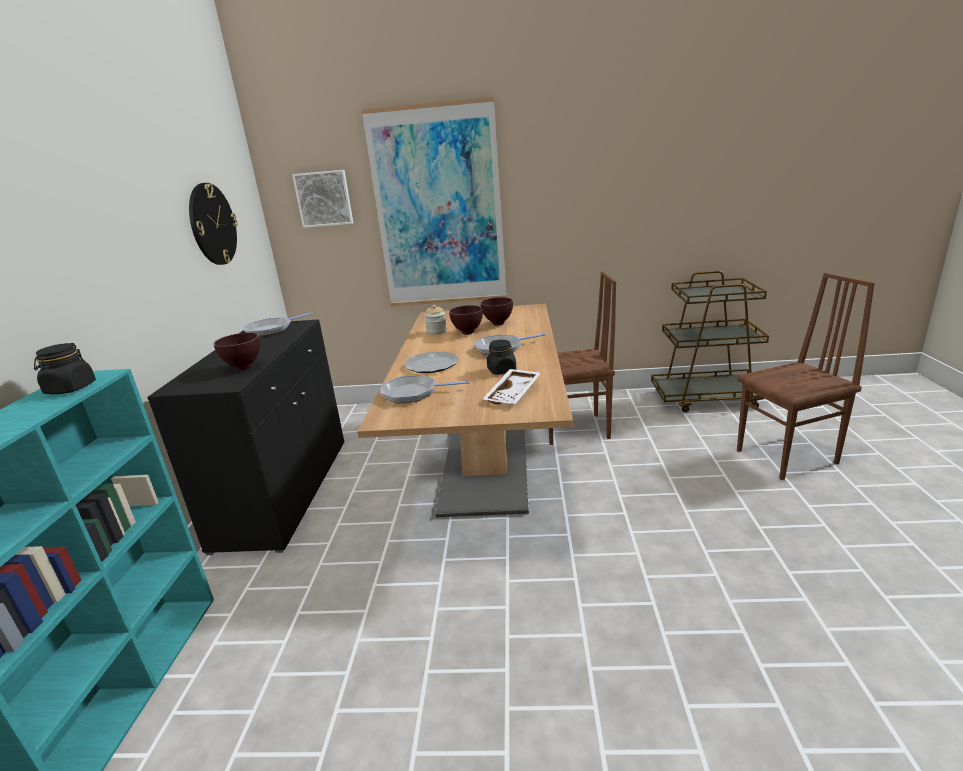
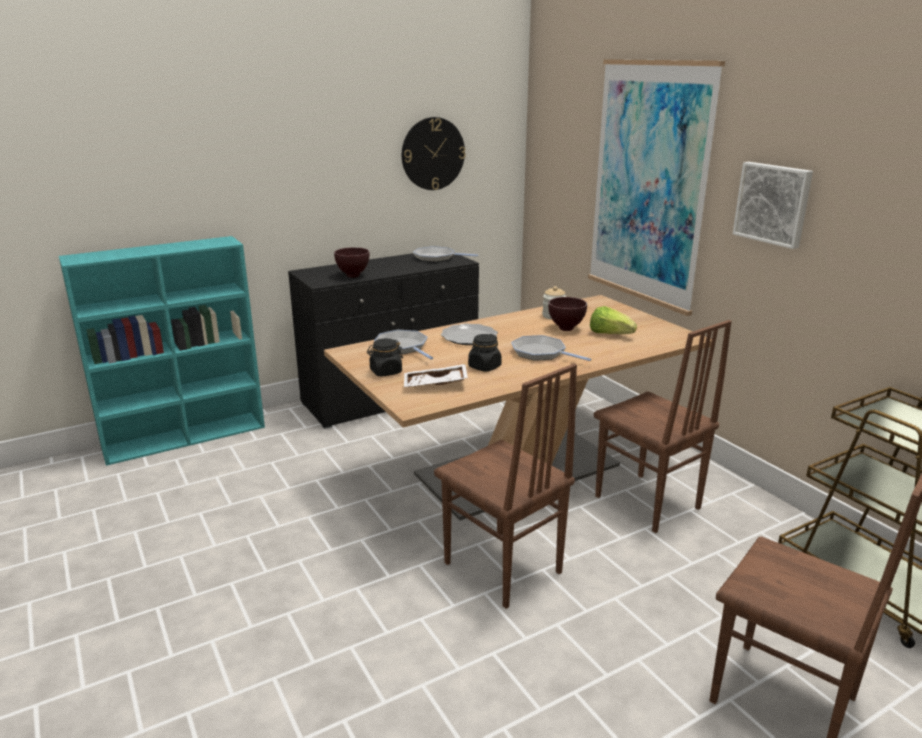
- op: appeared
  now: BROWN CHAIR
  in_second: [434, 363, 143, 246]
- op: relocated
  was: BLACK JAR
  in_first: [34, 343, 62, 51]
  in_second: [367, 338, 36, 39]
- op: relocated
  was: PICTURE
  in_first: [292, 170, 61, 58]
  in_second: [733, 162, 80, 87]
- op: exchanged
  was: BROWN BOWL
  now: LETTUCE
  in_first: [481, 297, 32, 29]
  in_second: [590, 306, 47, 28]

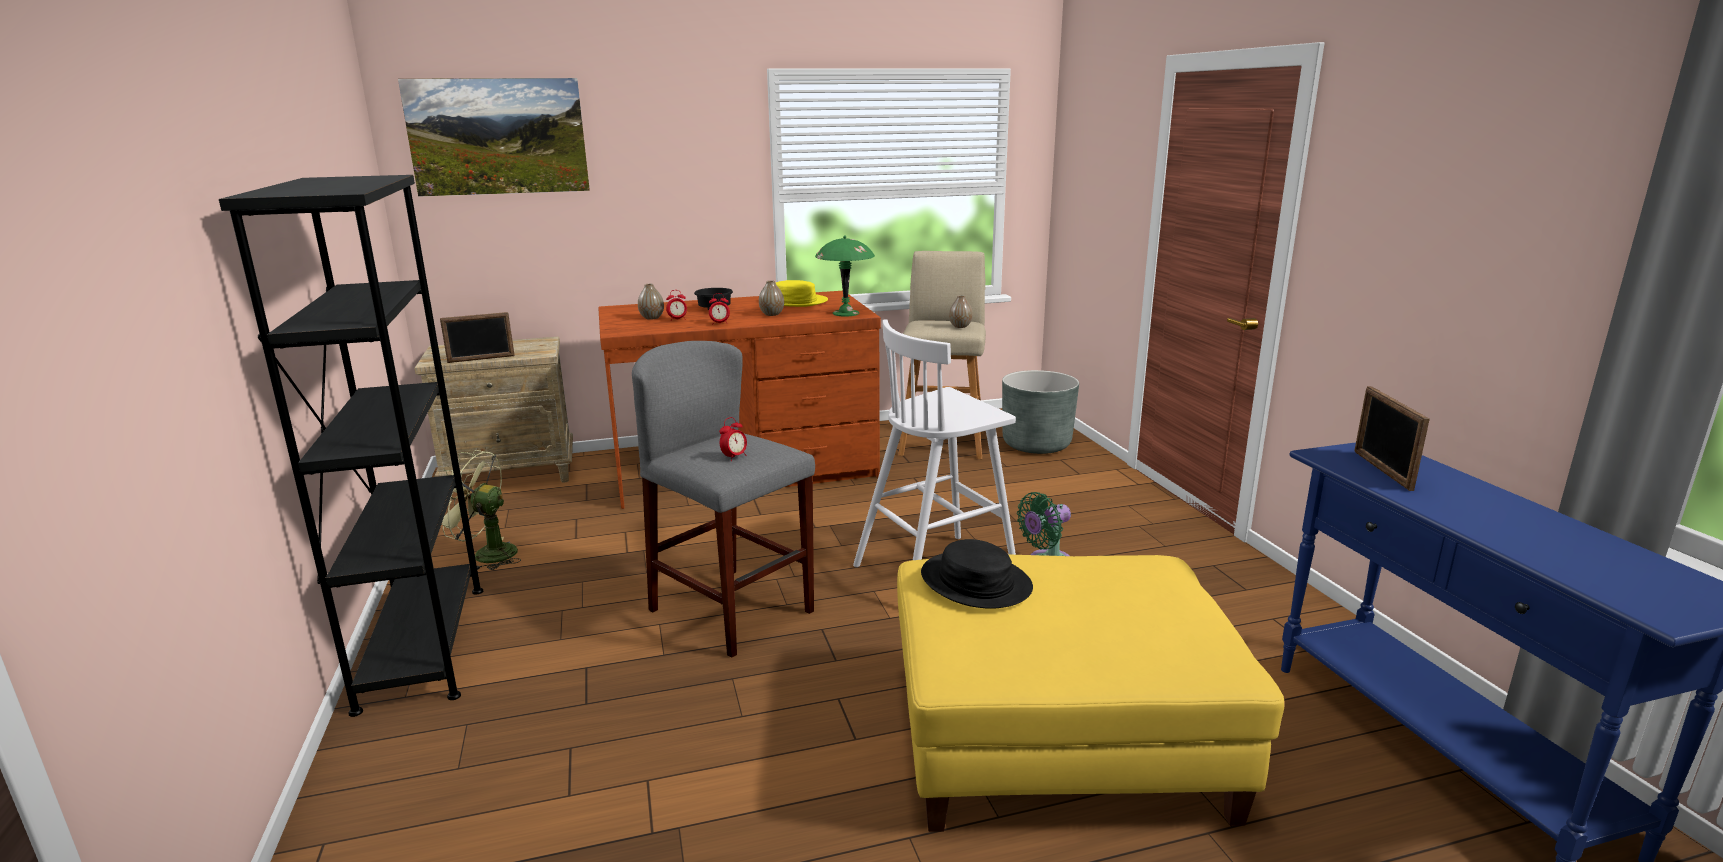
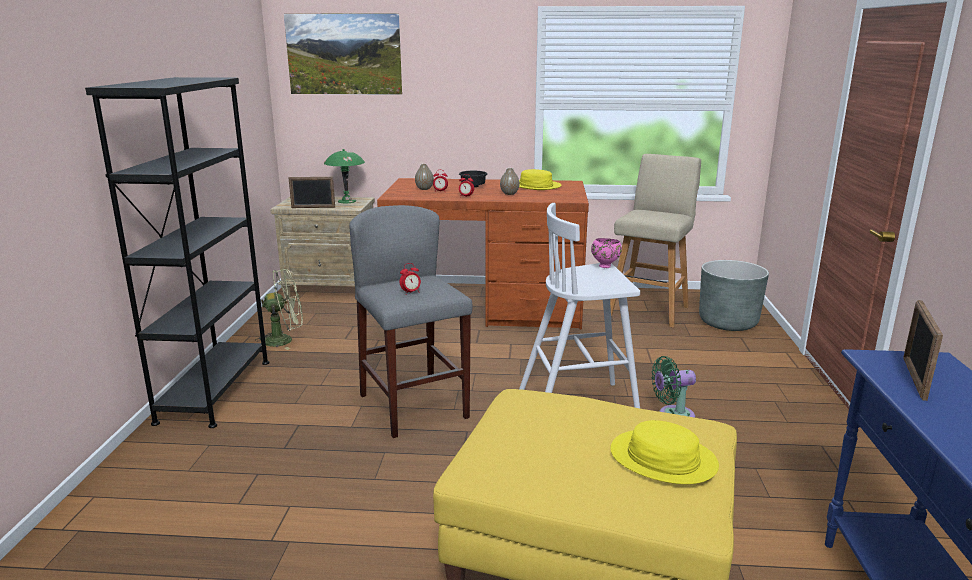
- op: missing
  was: BLACK HAT
  in_first: [921, 539, 112, 70]
- op: missing
  was: VASE
  in_first: [949, 295, 24, 33]
- op: appeared
  now: PINK BOWL
  in_second: [591, 238, 31, 30]
- op: appeared
  now: YELLOW HAT
  in_second: [610, 420, 109, 64]
- op: relocated
  was: GREEN TABLE LAMP
  in_first: [815, 235, 60, 82]
  in_second: [324, 149, 41, 54]
- op: spun
  was: GREEN FAN
  in_first: [441, 450, 80, 120]
  in_second: [255, 269, 48, 81]
  clockwise: 135

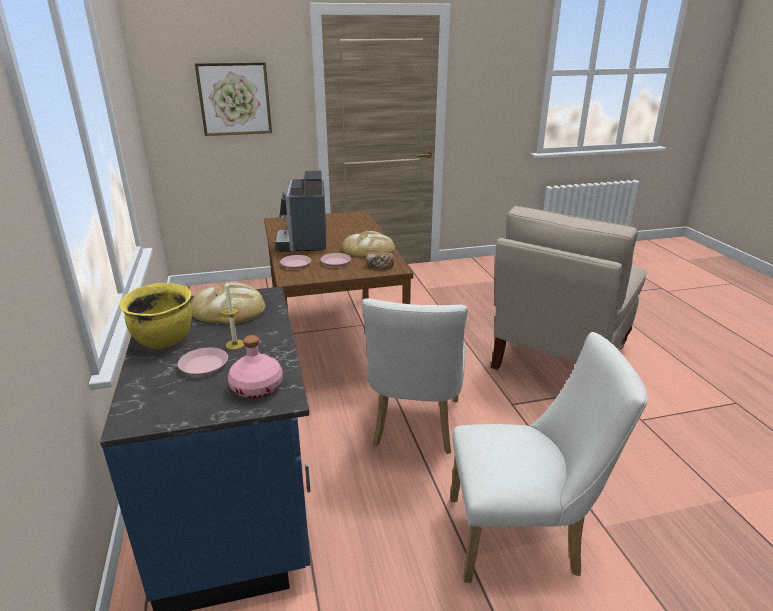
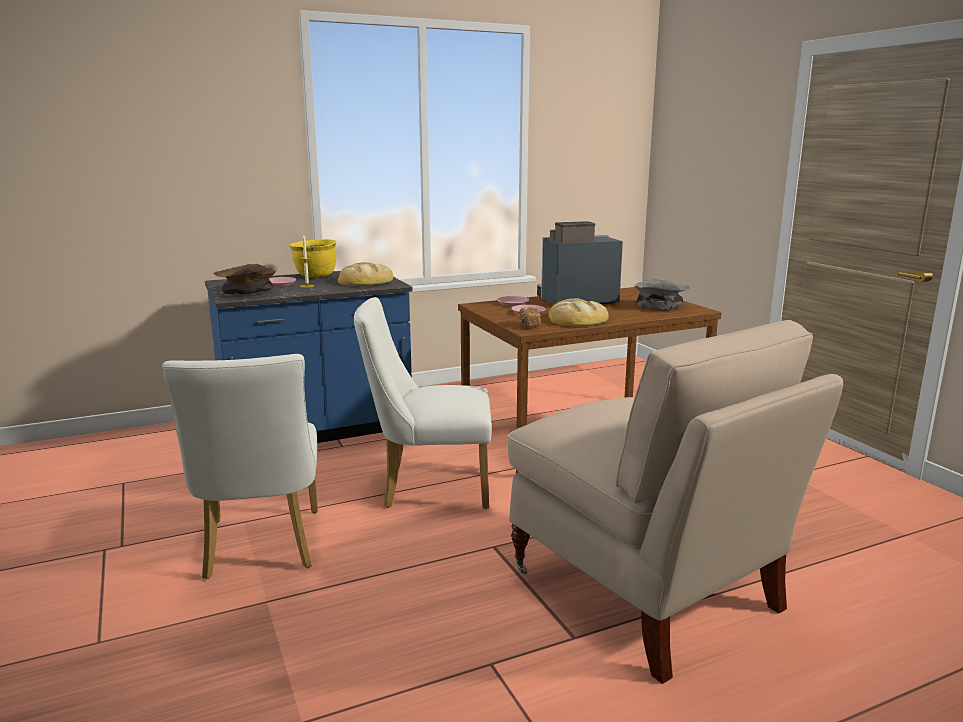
- op: missing
  was: PICTURE
  in_first: [195, 62, 77, 74]
- op: appeared
  now: GREY BOWL
  in_second: [634, 278, 56, 33]
- op: exchanged
  was: PINK BOTTLE
  now: BROWN BOWL
  in_first: [228, 335, 55, 63]
  in_second: [214, 264, 63, 30]
- op: spun
  was: BEIGE CHAIR
  in_first: [491, 206, 156, 164]
  in_second: [507, 320, 336, 364]
  clockwise: -150

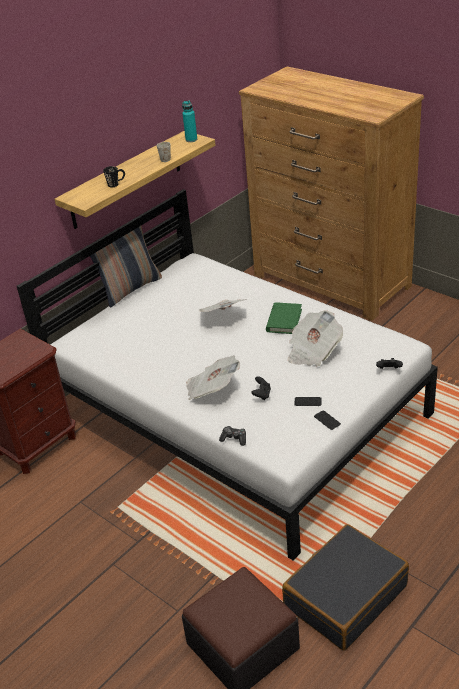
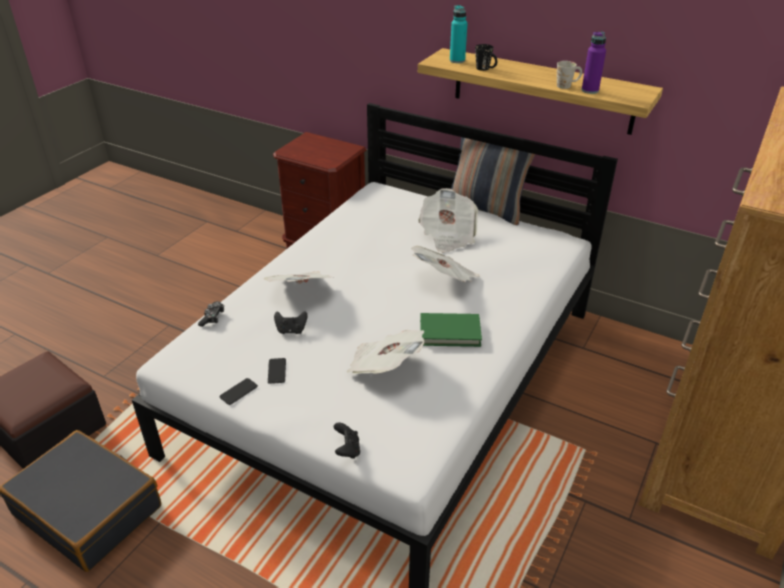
- op: appeared
  now: NEWSPAPER
  in_second: [418, 188, 60, 65]
- op: appeared
  now: PURPLE BOTTLE
  in_second: [582, 32, 24, 62]
- op: relocated
  was: TURQUOISE BOTTLE
  in_first: [182, 101, 15, 41]
  in_second: [450, 5, 17, 58]

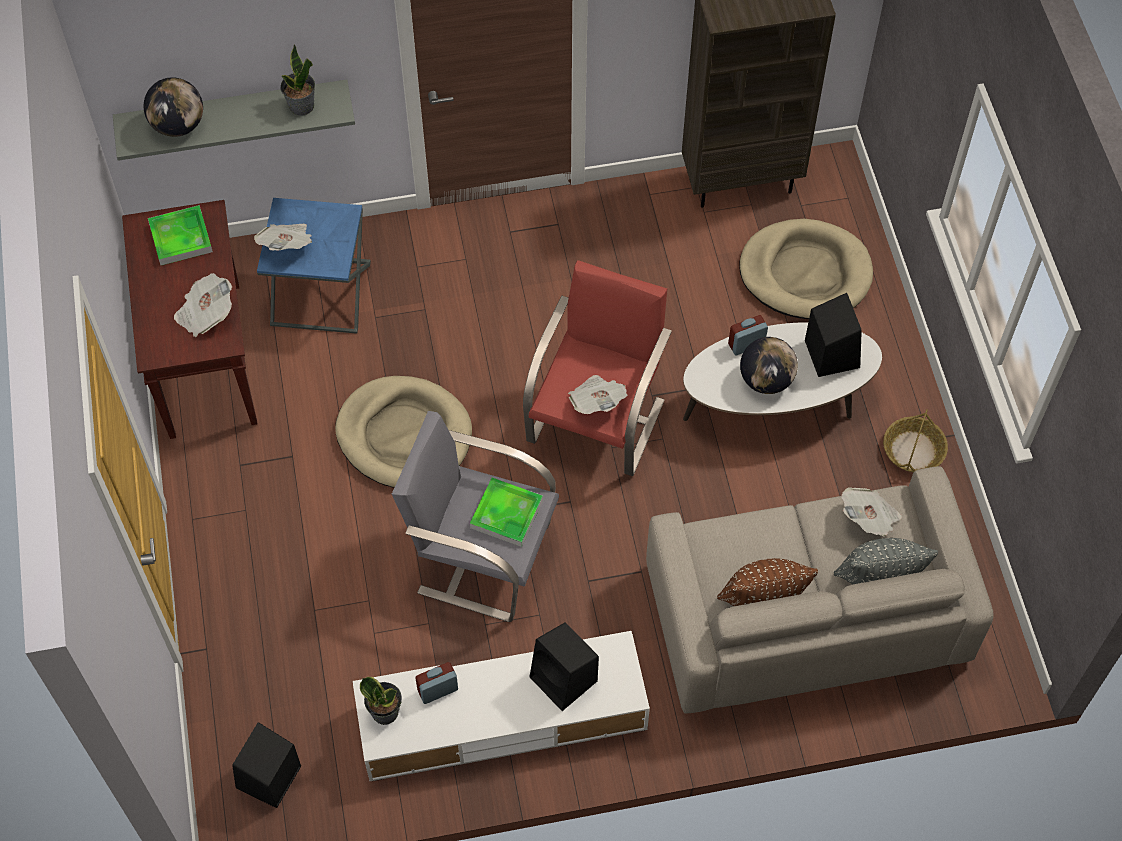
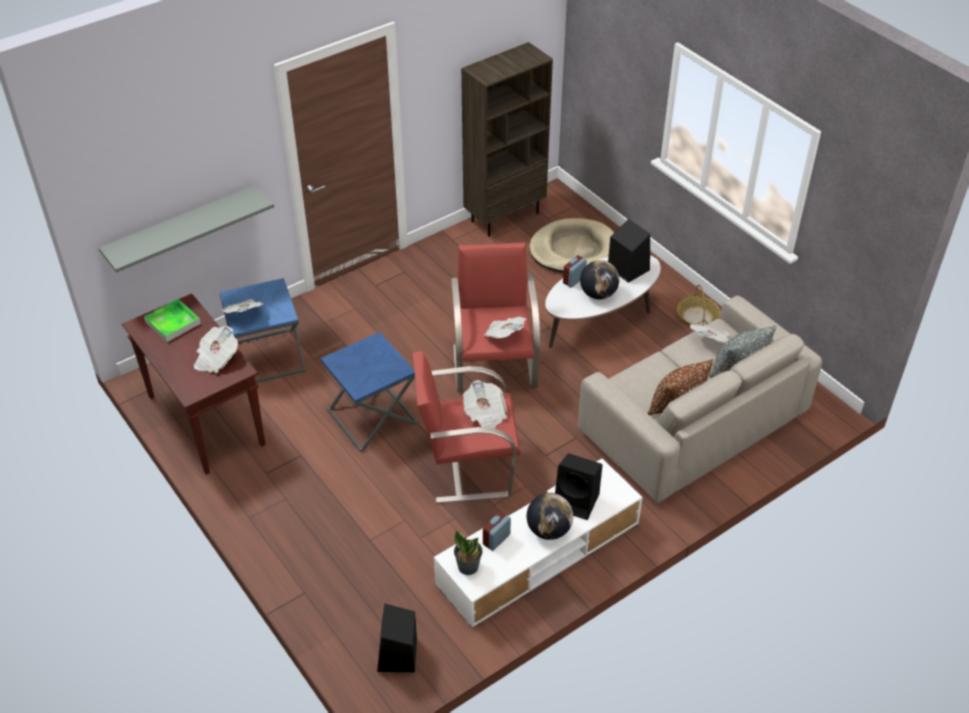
- op: missing
  was: POTTED PLANT
  in_first: [280, 45, 35, 71]
- op: relocated
  was: GLOBE
  in_first: [144, 77, 59, 60]
  in_second: [527, 493, 46, 47]
- op: exchanged
  was: BEIGE DOG BED
  now: BLUE SIDE TABLE
  in_first: [335, 376, 137, 112]
  in_second: [321, 332, 98, 120]
- op: exchanged
  was: TRAY
  now: NEWSPAPER
  in_first: [470, 478, 73, 69]
  in_second: [463, 380, 44, 48]
- op: colour
  was: GREY ARMCHAIR
  now: RED ARMCHAIR
  in_first: [392, 411, 167, 211]
  in_second: [413, 351, 107, 152]

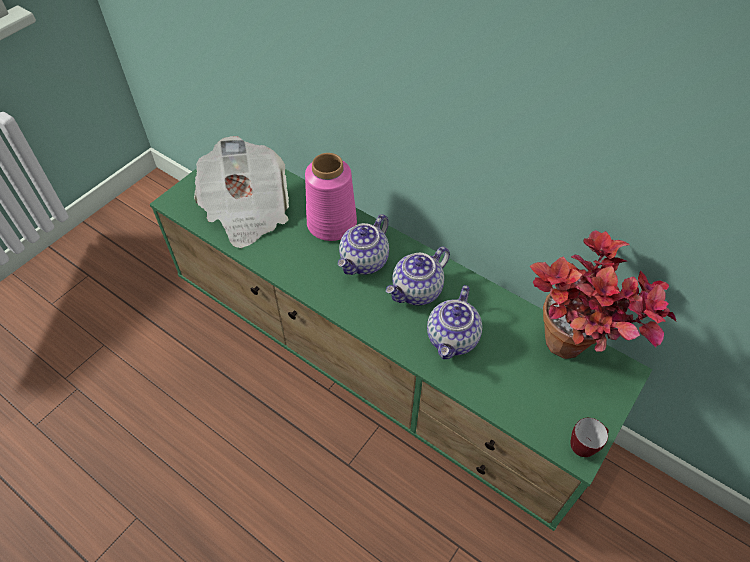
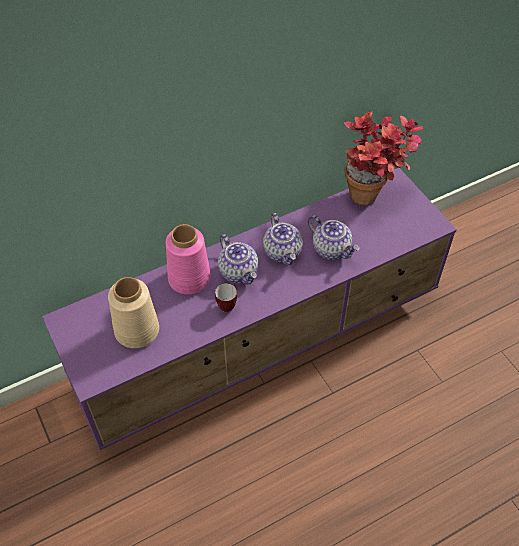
- op: relocated
  was: MUG
  in_first: [570, 418, 39, 39]
  in_second: [215, 283, 22, 29]
- op: exchanged
  was: NEWSPAPER
  now: BEIGE VASE
  in_first: [194, 136, 95, 112]
  in_second: [108, 277, 51, 71]
- op: colour
  was: GREEN TV STAND
  now: PURPLE TV STAND
  in_first: [150, 168, 502, 363]
  in_second: [42, 168, 415, 282]

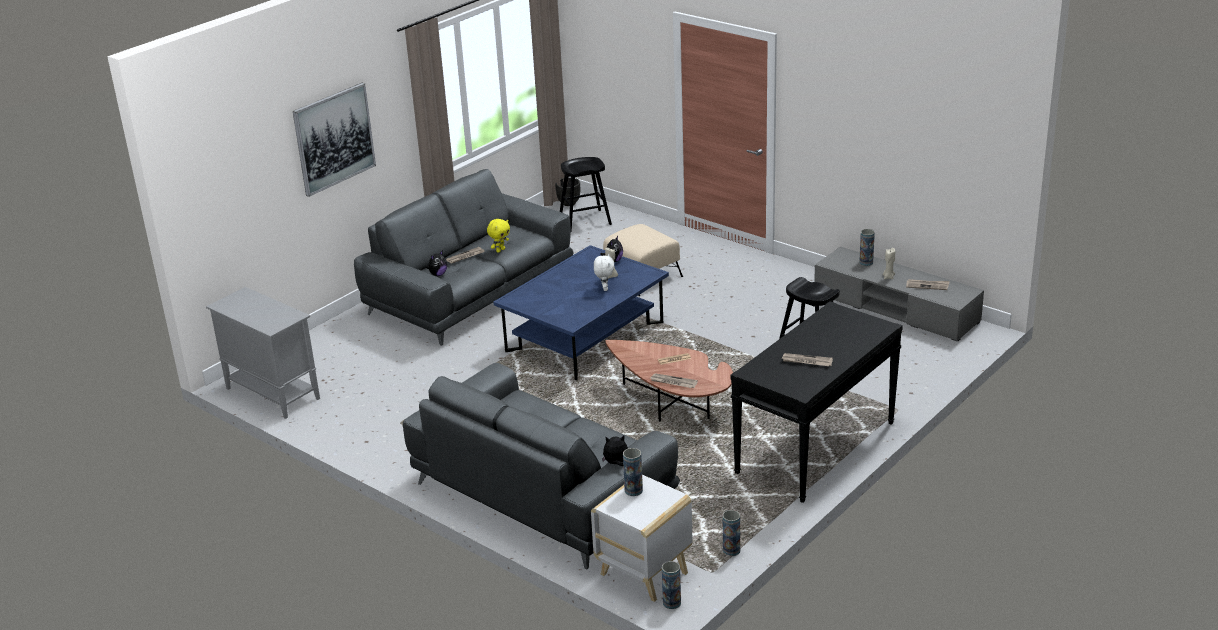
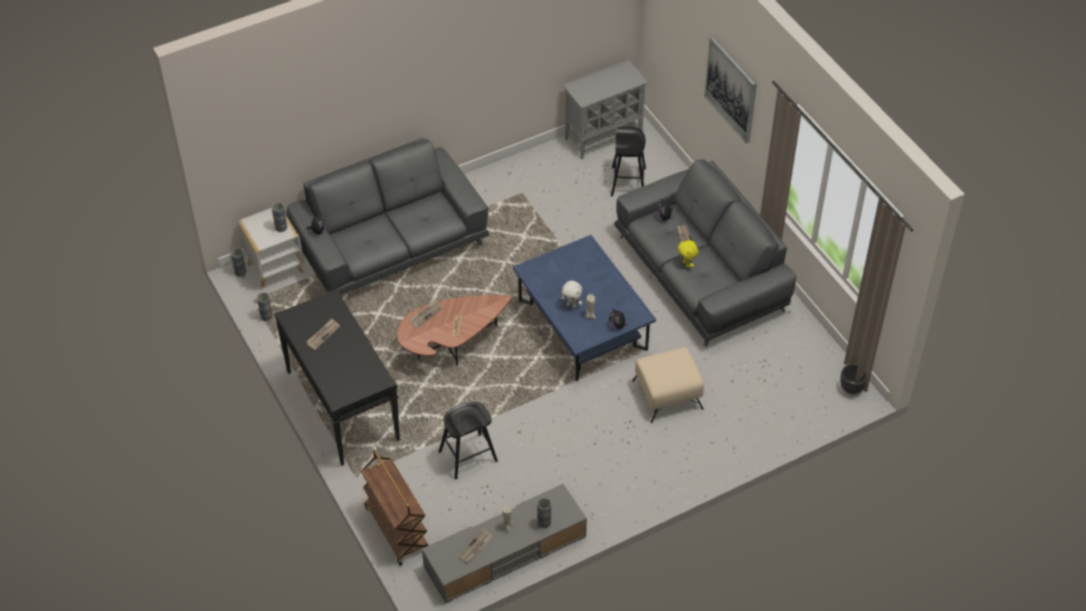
- op: appeared
  now: BROWN CART
  in_second: [361, 450, 68, 116]
- op: relocated
  was: BLACK STOOL
  in_first: [560, 157, 52, 74]
  in_second: [611, 127, 35, 69]

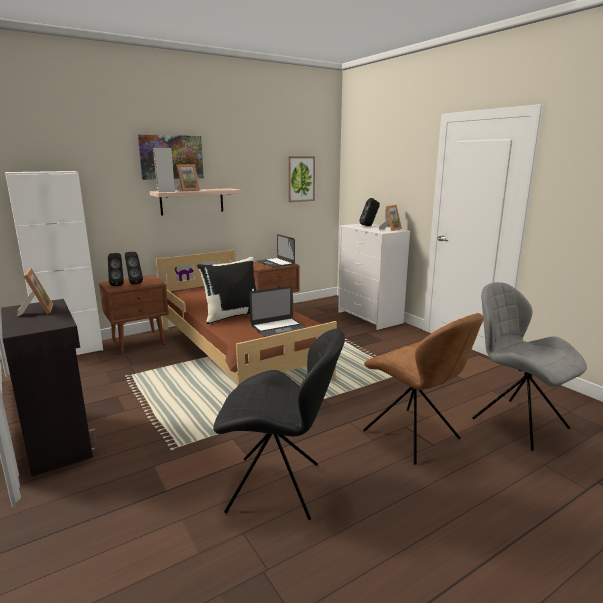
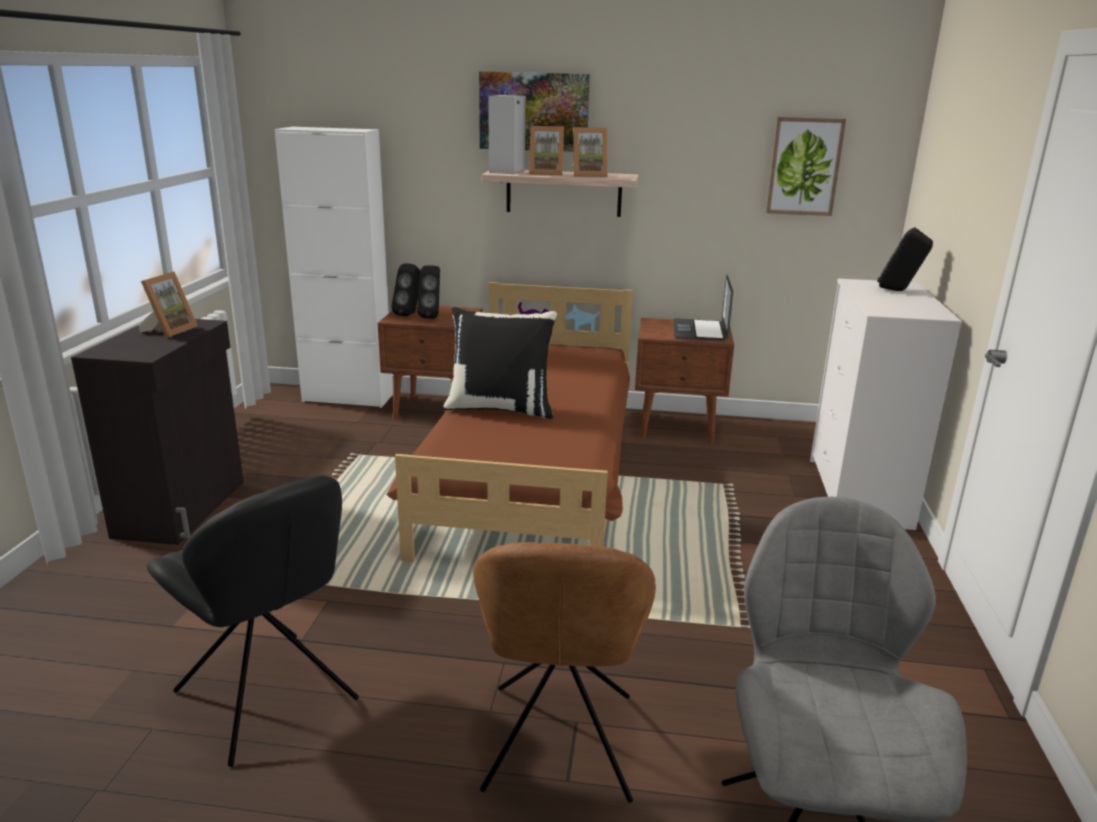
- op: missing
  was: LAPTOP
  in_first: [249, 286, 58, 51]
- op: relocated
  was: PICTURE FRAME
  in_first: [379, 205, 23, 26]
  in_second: [572, 127, 36, 50]

